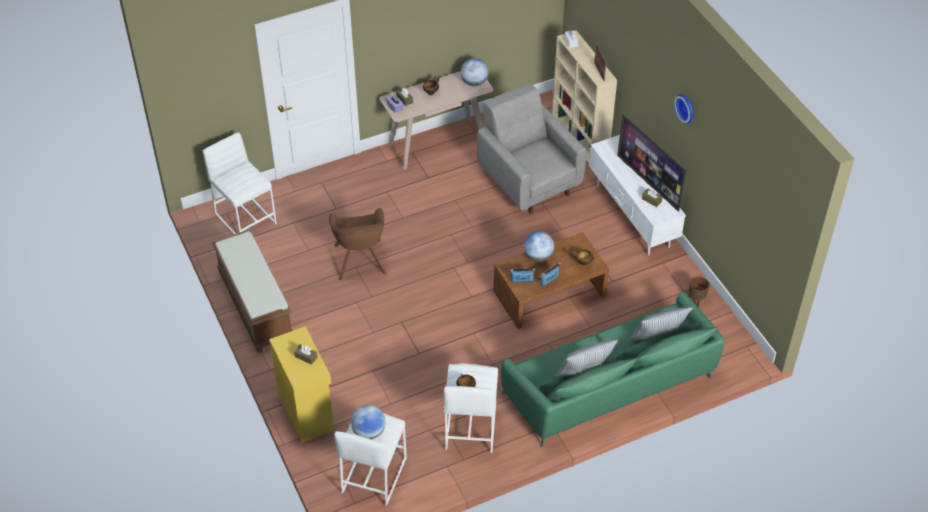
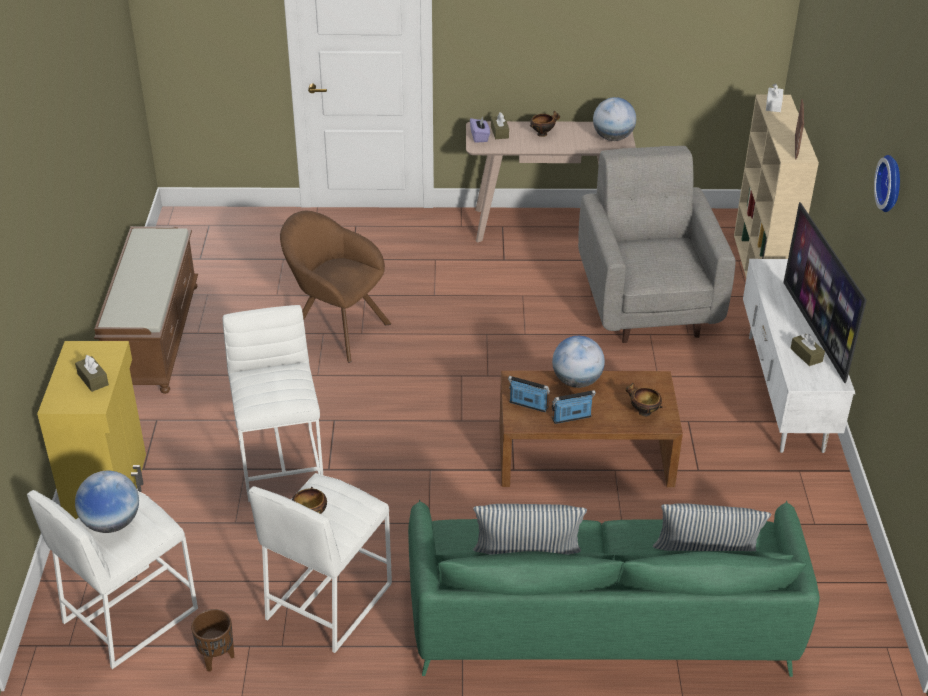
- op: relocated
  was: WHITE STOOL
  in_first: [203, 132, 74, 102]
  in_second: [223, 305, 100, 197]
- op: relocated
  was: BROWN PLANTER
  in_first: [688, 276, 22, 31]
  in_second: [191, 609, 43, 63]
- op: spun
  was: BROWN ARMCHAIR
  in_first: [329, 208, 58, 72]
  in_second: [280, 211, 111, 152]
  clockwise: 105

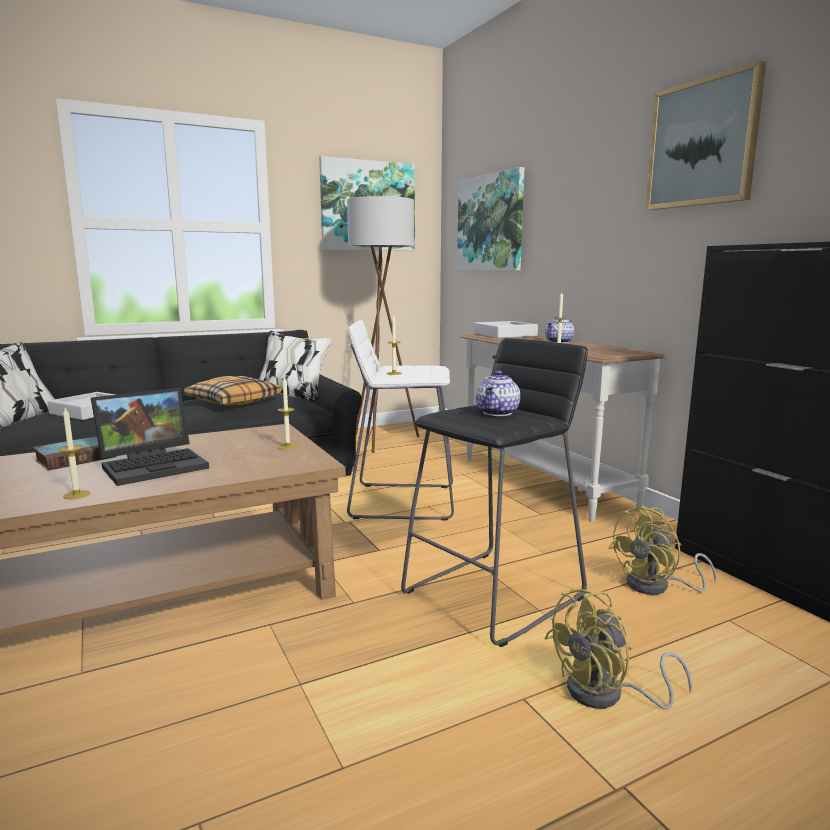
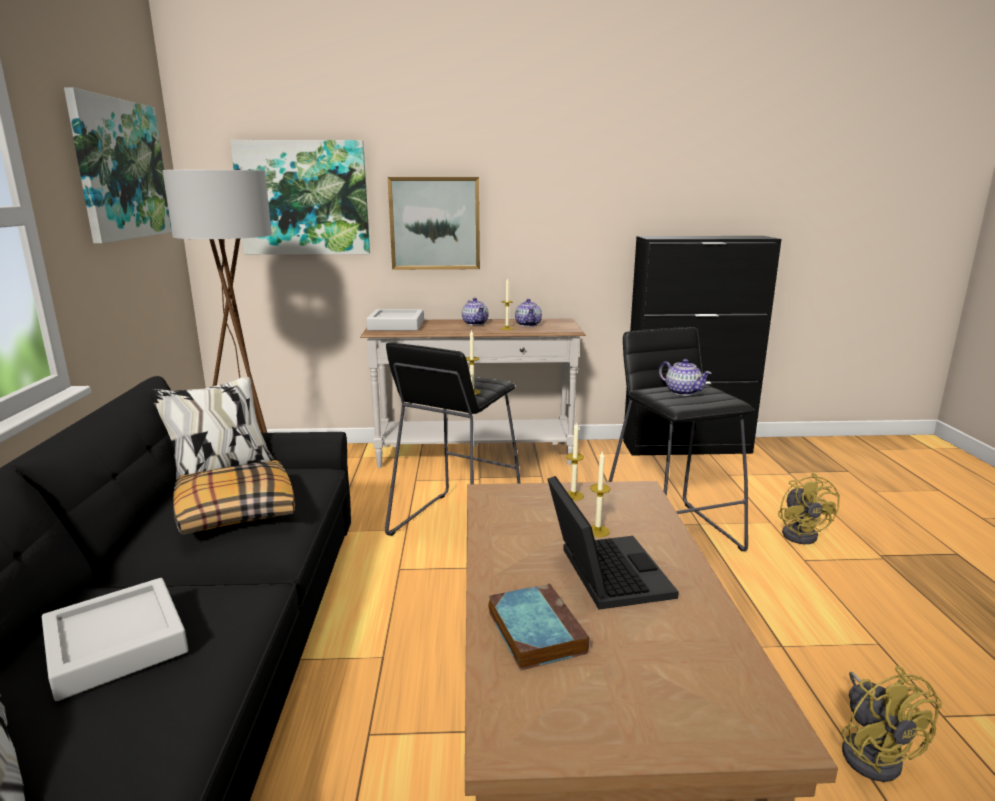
- op: appeared
  now: TEAPOT
  in_second: [515, 299, 27, 28]
- op: relocated
  was: CANDLE
  in_first: [59, 408, 31, 91]
  in_second: [590, 450, 20, 87]
- op: relocated
  was: YELLOW FAN
  in_first: [608, 507, 109, 88]
  in_second: [842, 666, 100, 116]
- op: relocated
  was: PICTURE
  in_first: [645, 60, 121, 150]
  in_second: [388, 177, 92, 93]
- op: colour
  was: WHITE STOOL
  now: BLACK STOOL
  in_first: [347, 320, 107, 201]
  in_second: [385, 342, 135, 194]

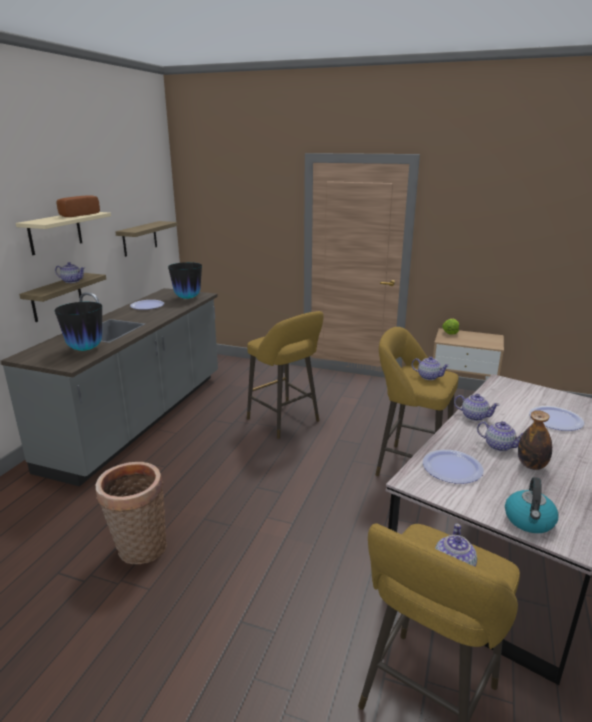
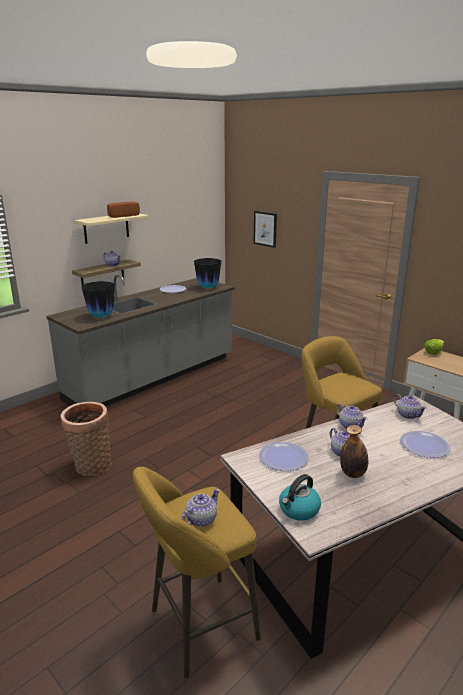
- op: missing
  was: SHELF
  in_first: [115, 221, 63, 36]
- op: missing
  was: YELLOW STOOL
  in_first: [247, 311, 77, 128]
- op: appeared
  now: PICTURE
  in_second: [253, 211, 24, 37]
- op: relocated
  was: TEAPOT
  in_first: [412, 357, 38, 23]
  in_second: [393, 394, 34, 25]

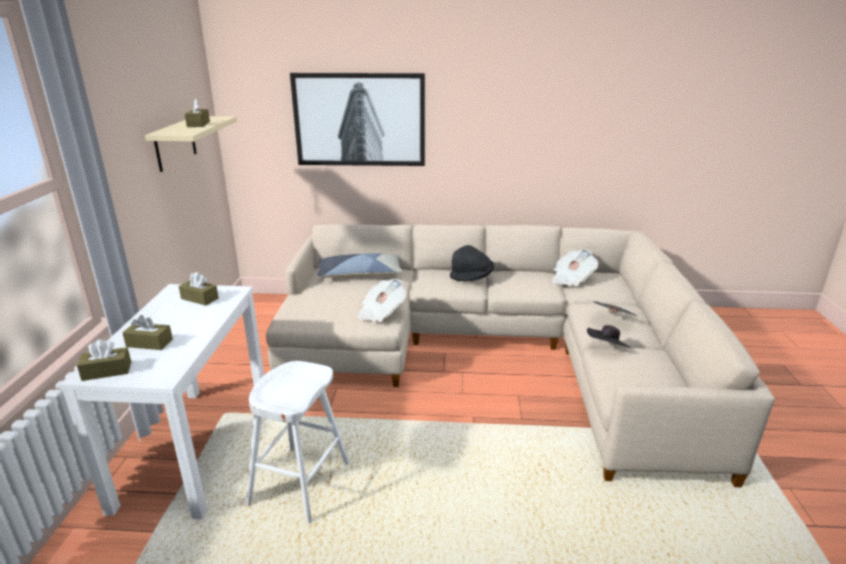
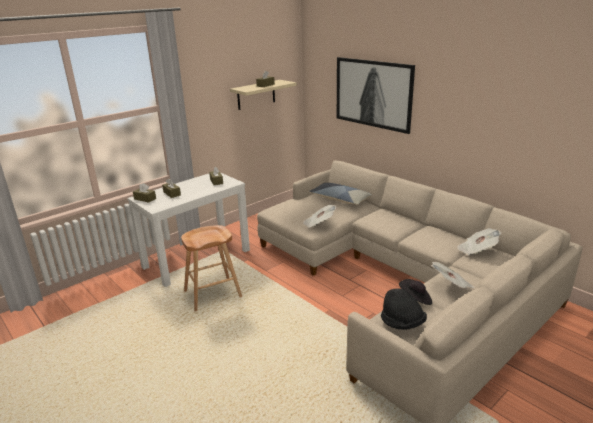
- op: relocated
  was: BLACK HAT
  in_first: [450, 245, 44, 37]
  in_second: [381, 288, 46, 42]
- op: colour
  was: WHITE STOOL
  now: BROWN STOOL
  in_first: [246, 361, 104, 163]
  in_second: [181, 225, 61, 87]

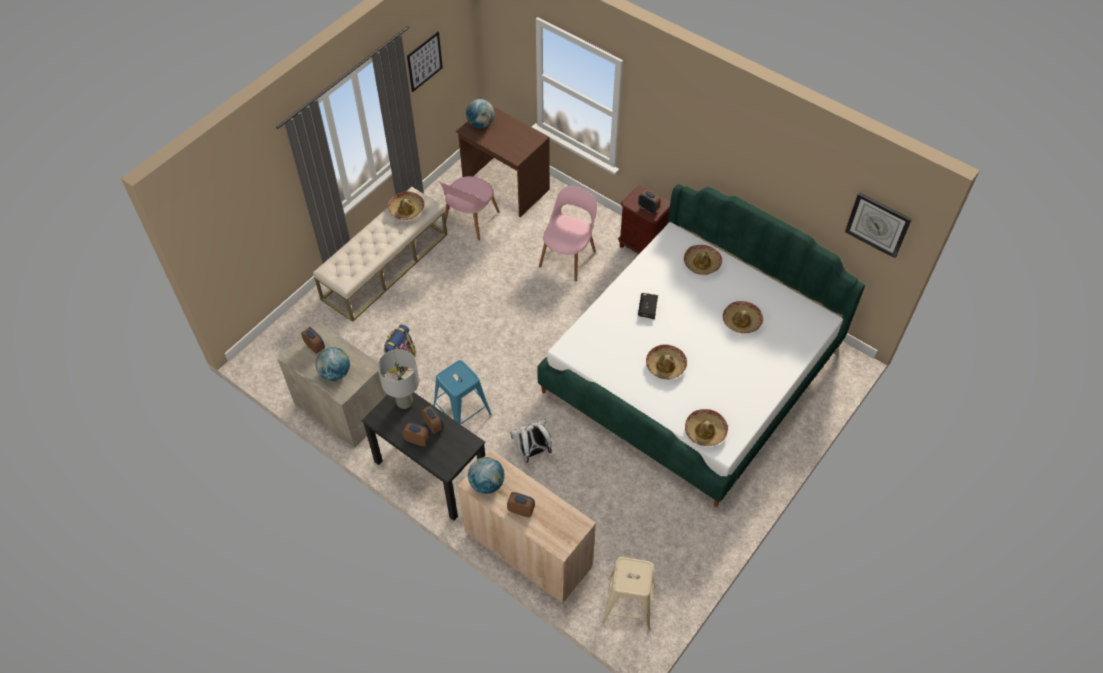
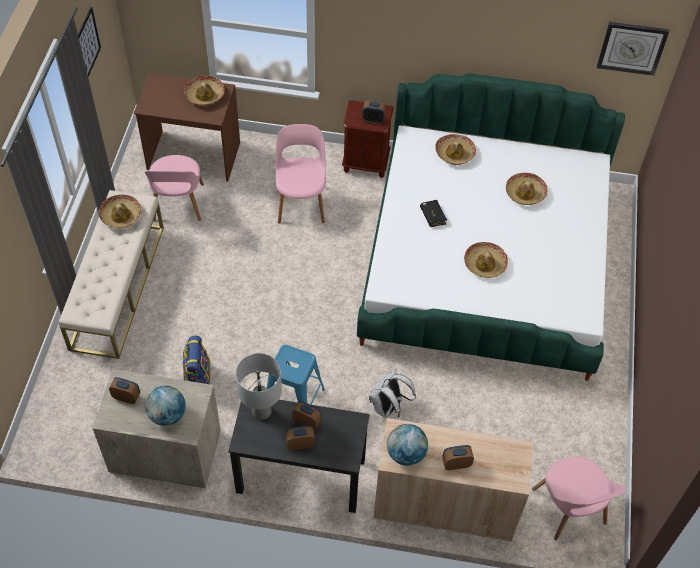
- op: missing
  was: GLOBE
  in_first: [466, 99, 28, 29]
- op: relocated
  was: HAT
  in_first: [685, 409, 43, 37]
  in_second: [184, 75, 41, 31]
- op: exchanged
  was: BEIGE STOOL
  now: PINK CHAIR
  in_first: [602, 557, 53, 74]
  in_second: [532, 456, 94, 84]

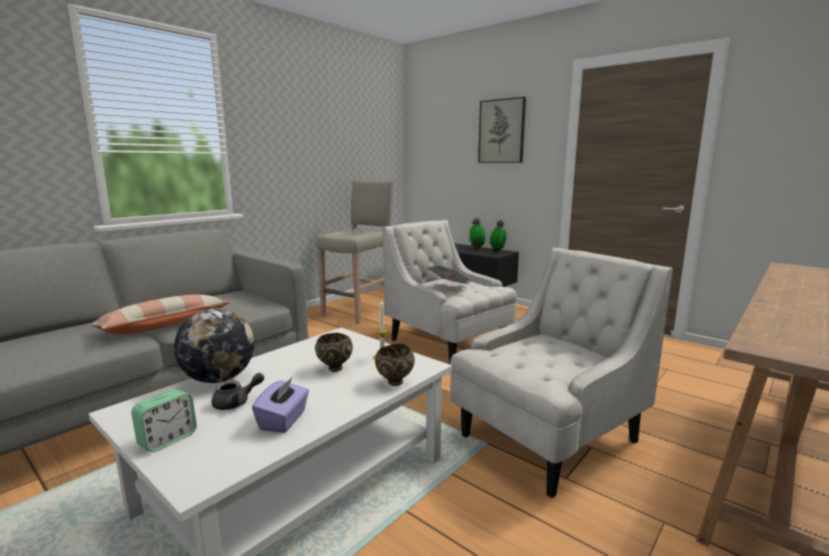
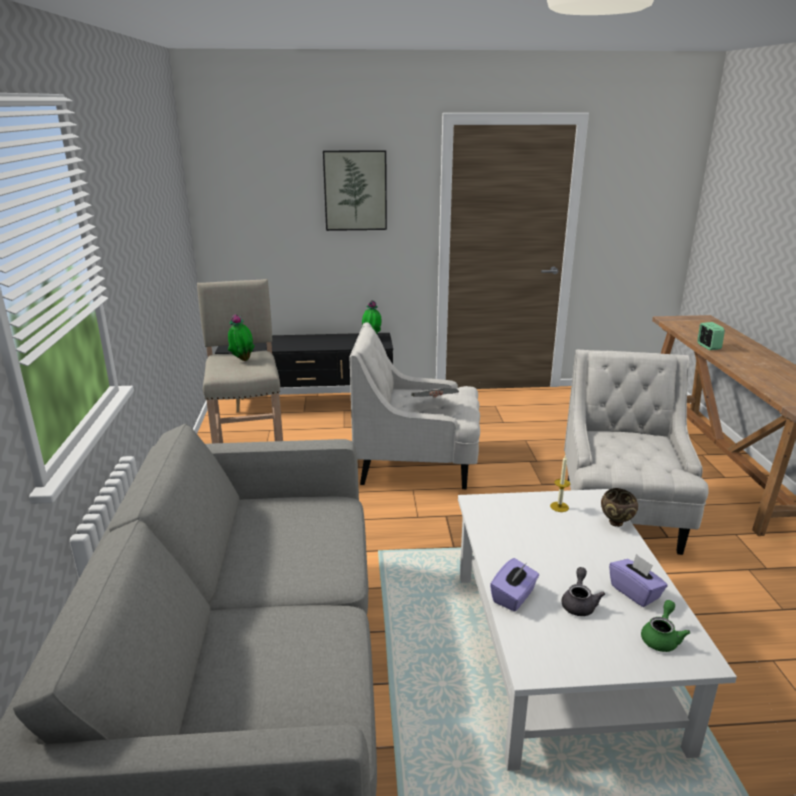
- op: missing
  was: PILLOW
  in_first: [90, 295, 140, 39]
- op: missing
  was: BROWN BOWL
  in_first: [315, 333, 38, 39]
- op: appeared
  now: GREEN TEAPOT
  in_second: [641, 600, 49, 52]
- op: relocated
  was: ALARM CLOCK
  in_first: [131, 389, 66, 63]
  in_second: [697, 322, 28, 28]
- op: relocated
  was: POTTED PLANT
  in_first: [469, 218, 17, 31]
  in_second: [228, 314, 27, 47]
- op: exchanged
  was: GLOBE
  now: PURPLE TISSUE BOX
  in_first: [174, 308, 80, 75]
  in_second: [490, 558, 49, 54]

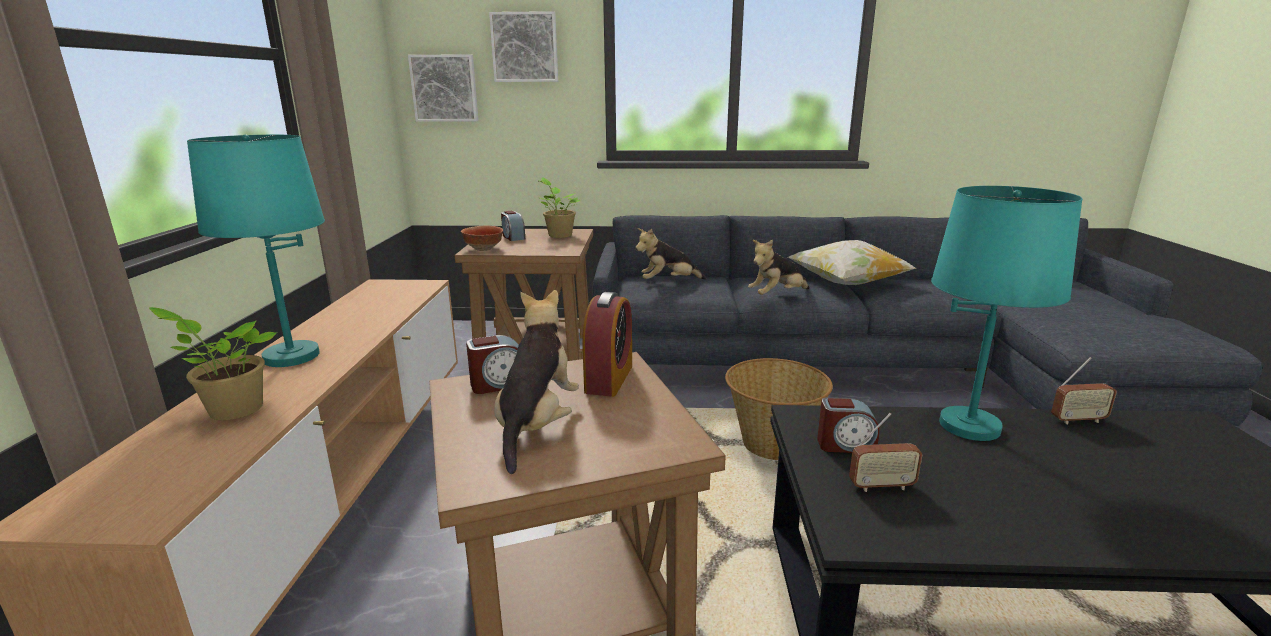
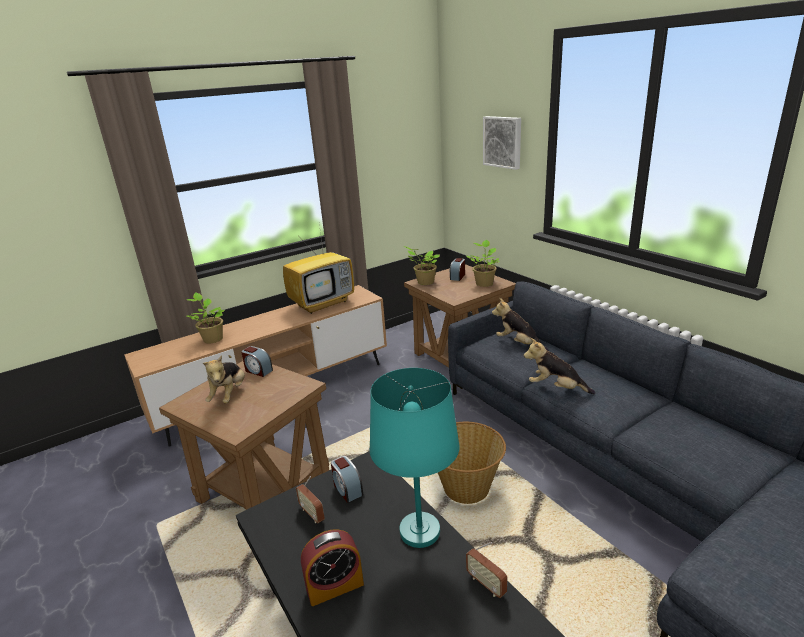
- op: missing
  was: TURQUOISE TABLE LAMP
  in_first: [187, 135, 138, 232]
- op: missing
  was: PICTURE
  in_first: [408, 54, 71, 68]
- op: missing
  was: PILLOW
  in_first: [788, 240, 129, 45]
- op: appeared
  now: TELEVISION
  in_second: [283, 225, 71, 89]
- op: relocated
  was: ALARM CLOCK
  in_first: [582, 292, 50, 105]
  in_second: [301, 529, 63, 77]
- op: exchanged
  was: BOWL
  now: POTTED PLANT
  in_first: [461, 226, 42, 25]
  in_second: [404, 246, 36, 39]
- op: spun
  was: PLUSH TOY
  in_first: [494, 290, 85, 184]
  in_second: [203, 355, 42, 48]
  clockwise: 120

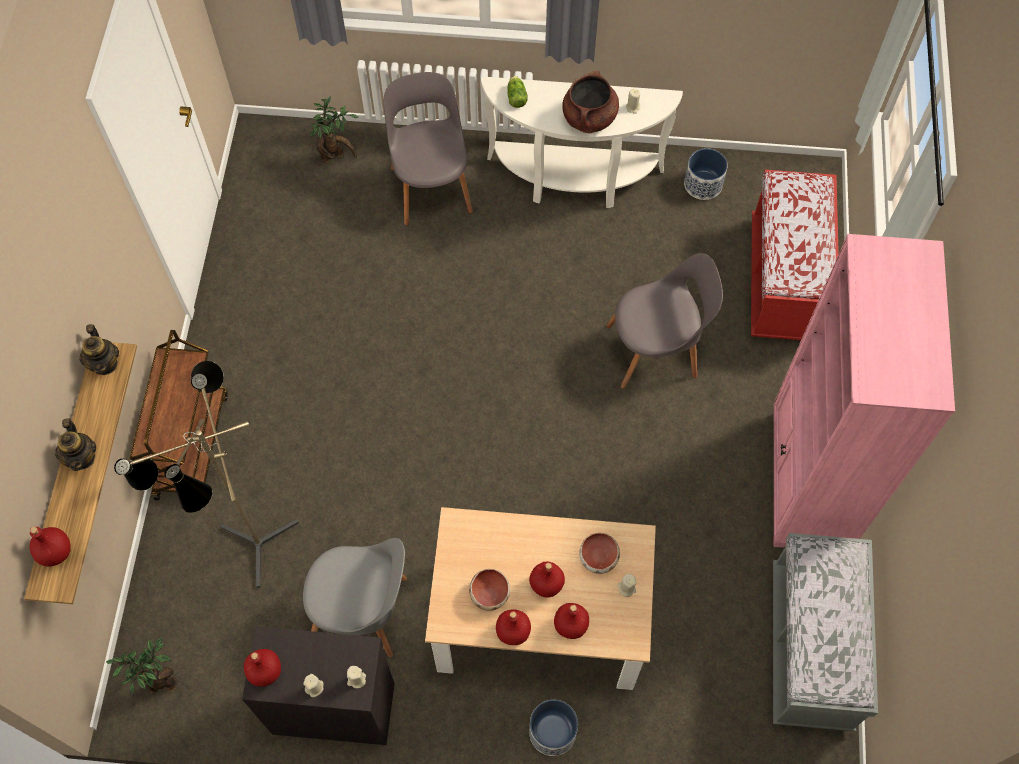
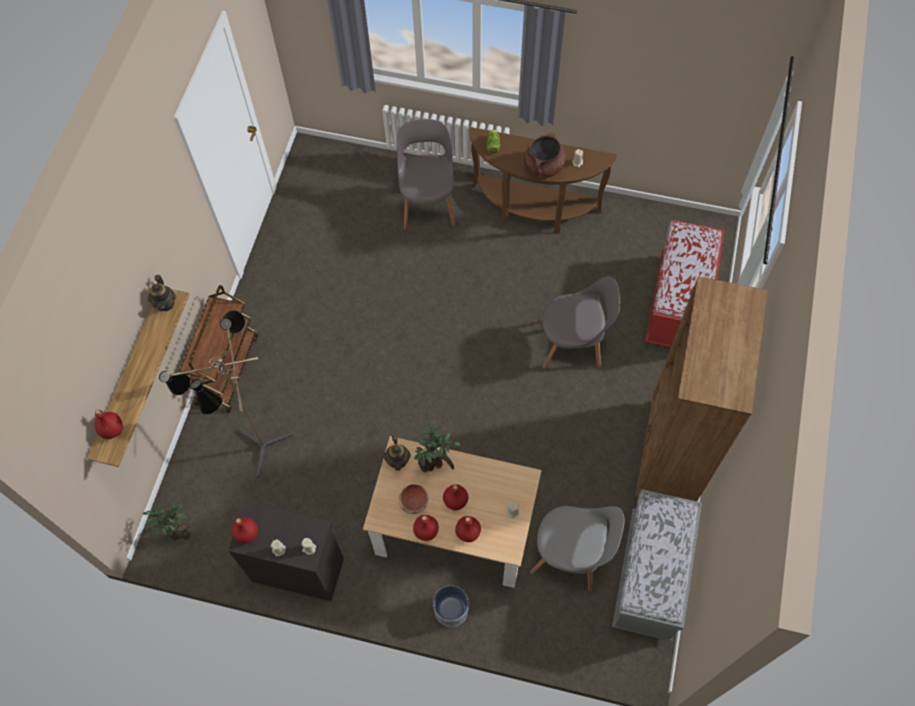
- op: missing
  was: BOWL
  in_first: [579, 533, 41, 41]
- op: missing
  was: PLANTER
  in_first: [684, 148, 43, 52]
- op: relocated
  was: TEAPOT
  in_first: [55, 418, 41, 53]
  in_second: [384, 435, 27, 36]
- op: relocated
  was: GREY CHAIR
  in_first: [303, 538, 104, 119]
  in_second: [530, 506, 94, 86]
- op: relocated
  was: POTTED PLANT
  in_first: [310, 97, 49, 67]
  in_second: [414, 423, 47, 49]
- op: colour
  was: WHITE CONSOLE TABLE
  now: BROWN CONSOLE TABLE
  in_first: [481, 76, 202, 132]
  in_second: [469, 127, 148, 107]
- op: colour
  was: PINK BOOKCASE
  now: BROWN BOOKCASE
  in_first: [773, 234, 182, 314]
  in_second: [635, 276, 133, 225]

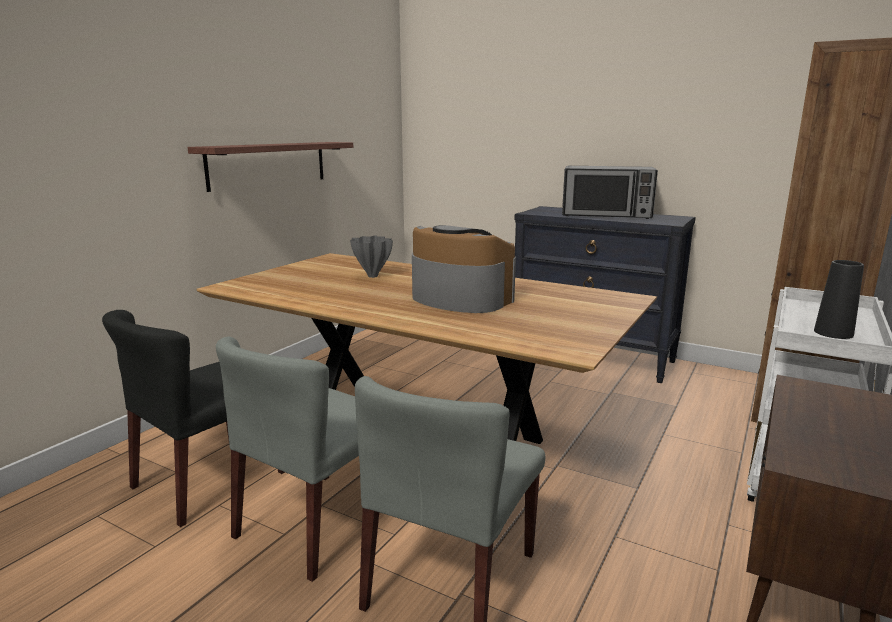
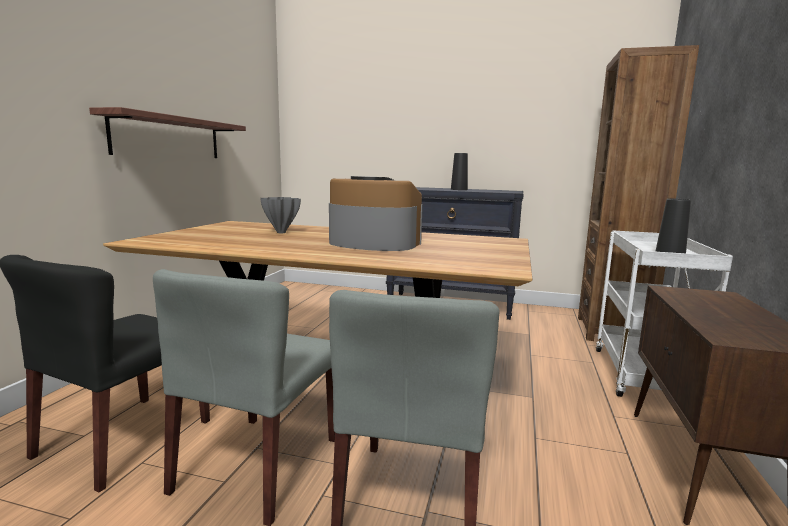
- op: exchanged
  was: MICROWAVE
  now: BLACK VASE
  in_first: [562, 166, 96, 53]
  in_second: [451, 153, 17, 37]

